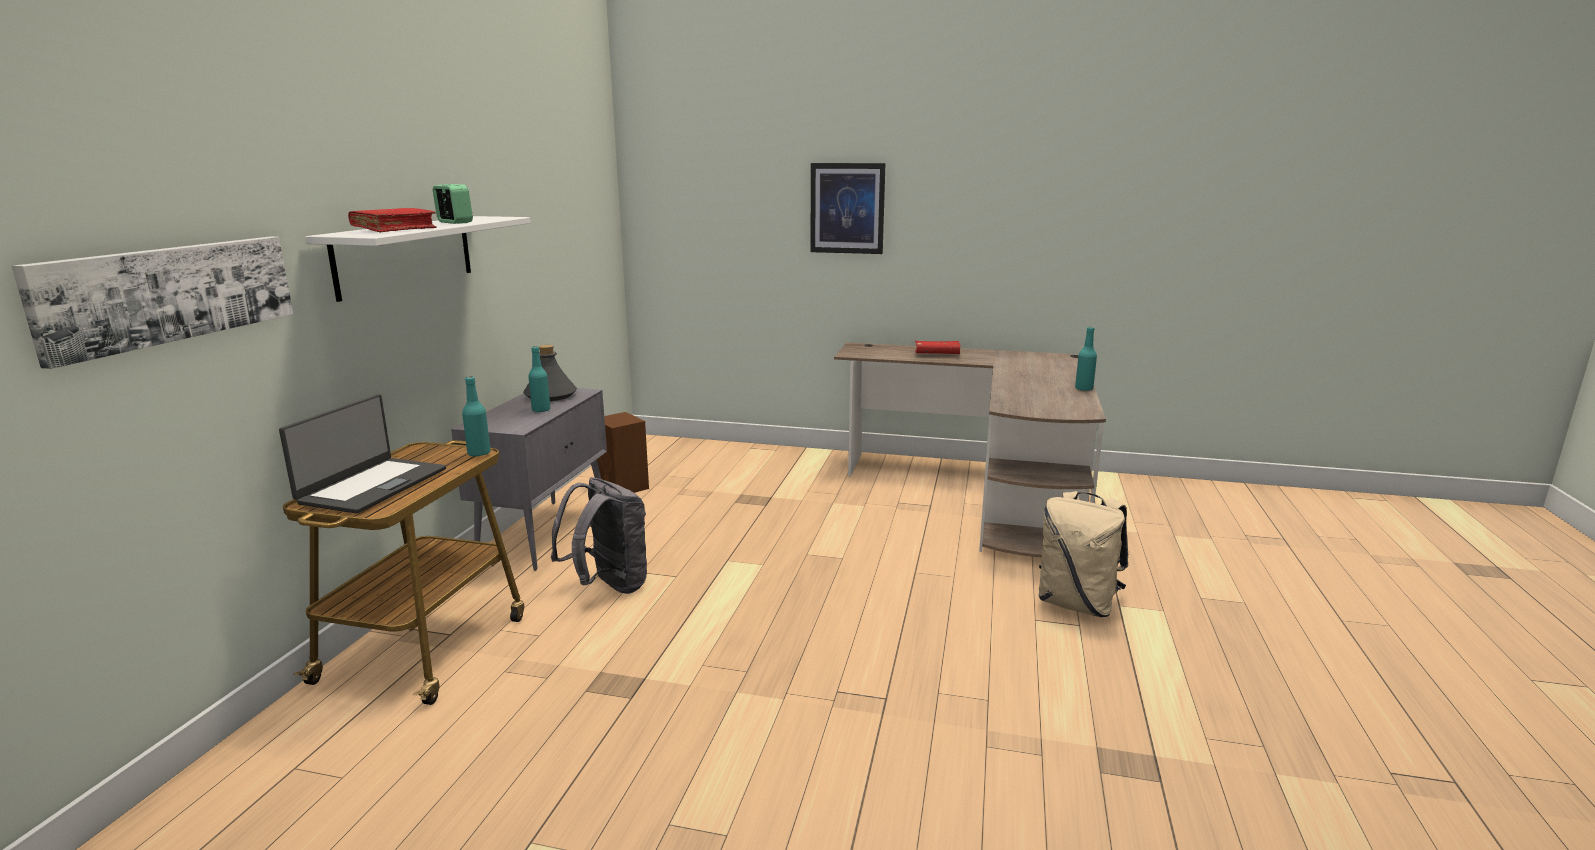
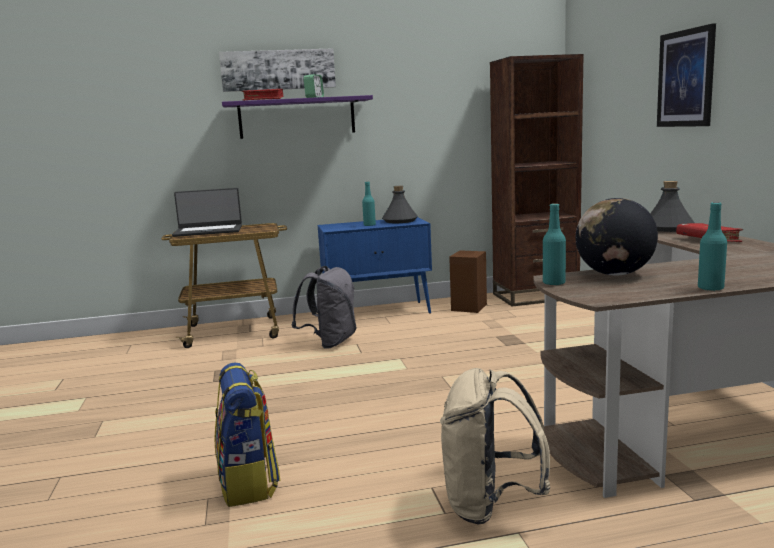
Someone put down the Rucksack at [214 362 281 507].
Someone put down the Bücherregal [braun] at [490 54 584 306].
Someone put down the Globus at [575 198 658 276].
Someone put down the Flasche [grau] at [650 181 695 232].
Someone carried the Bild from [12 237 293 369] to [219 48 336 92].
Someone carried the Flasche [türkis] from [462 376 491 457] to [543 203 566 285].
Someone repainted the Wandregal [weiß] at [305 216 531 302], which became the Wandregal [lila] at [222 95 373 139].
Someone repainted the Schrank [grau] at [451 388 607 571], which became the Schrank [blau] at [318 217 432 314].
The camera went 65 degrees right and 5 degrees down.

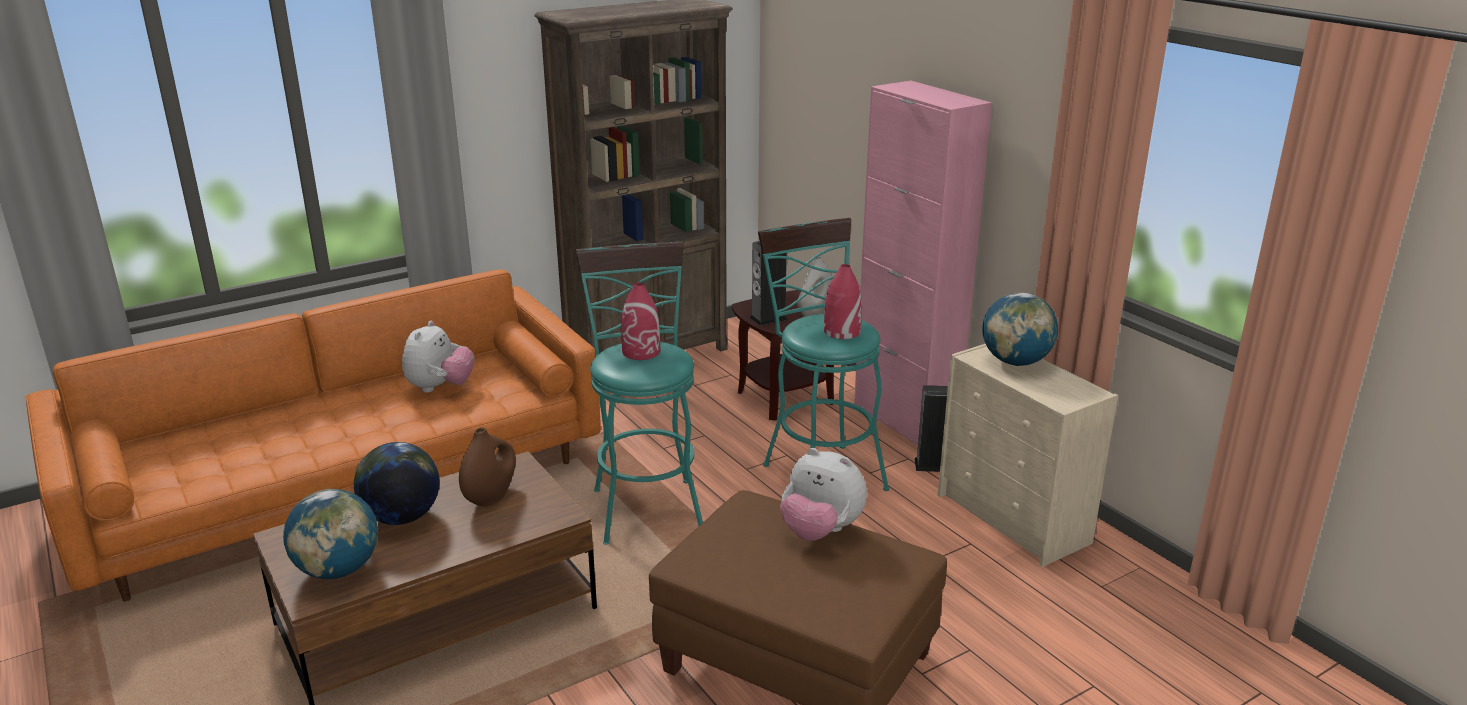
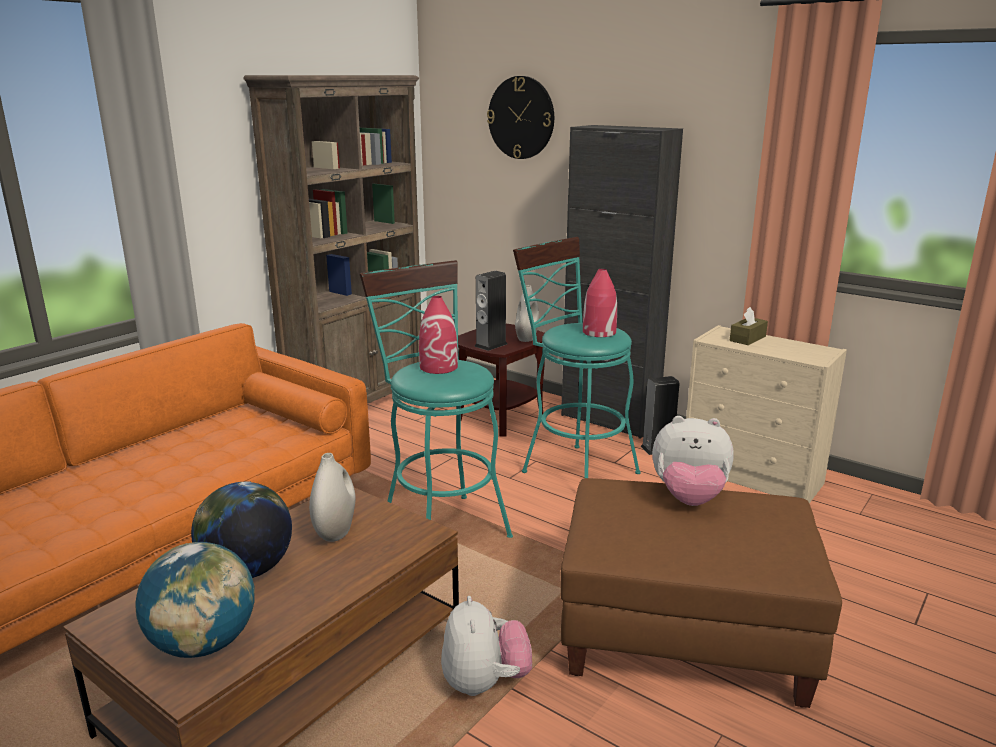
Someone put up the Wanduhr at [487 76 554 159].
Someone carried the Plüschtier from [402 321 474 393] to [441 596 532 696].
Someone swapped the Globus at [983 292 1058 366] for the Taschentuchbox [braun] at [730 307 768 345].
Someone repainted the Vase [braun] at [459 428 516 506], which became the Vase [weiß] at [309 453 356 542].
Someone repainted the Schrank [rosa] at [854 81 992 445], which became the Schrank [schwarz] at [561 125 683 439].
The camera went 20 degrees left and 5 degrees down.

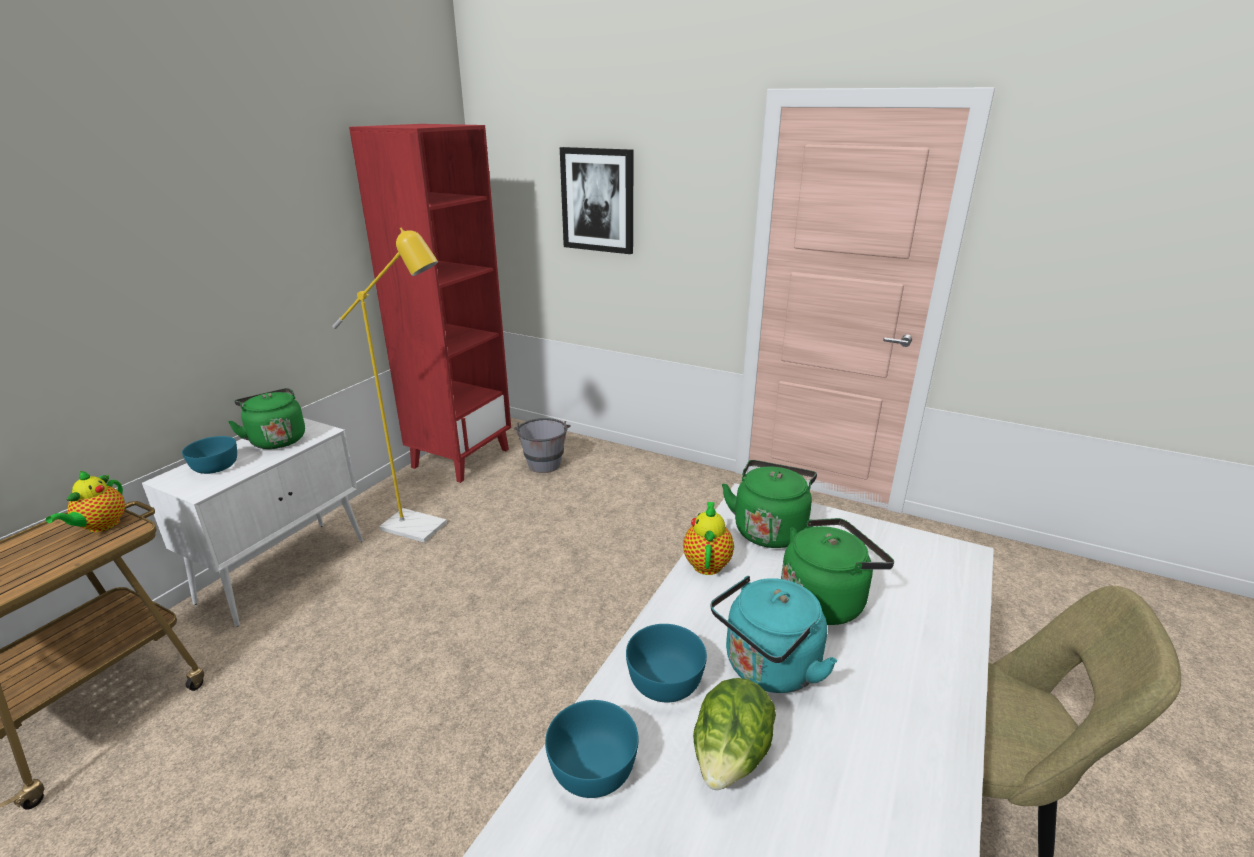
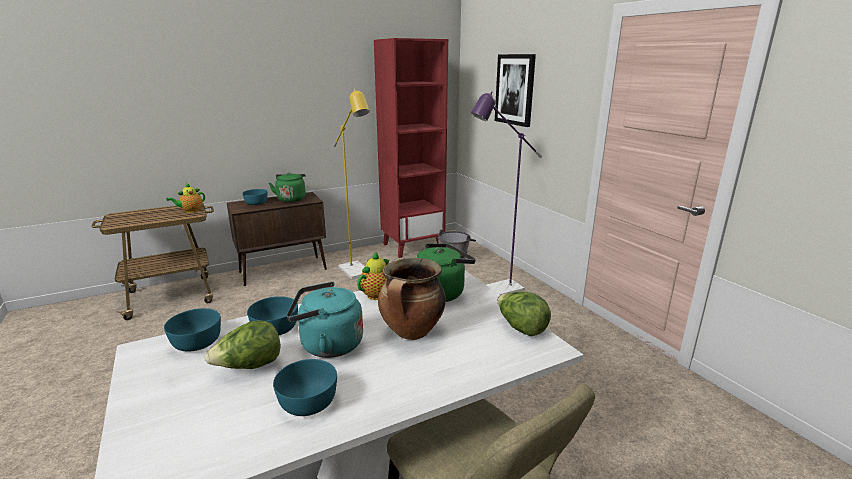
Someone put down the Schüssel [türkis] at [273 359 337 416].
Someone put down the Stehlampe [lila] at [471 92 542 295].
Someone put down the Salatkopf at [497 291 551 336].
Someone swapped the Wasserkessel [grün] at [781 518 894 625] for the Kochtopf at [378 258 446 340].
Someone repainted the Schrank [weiß] at [142 418 363 627], which became the Schrank [braun] at [227 192 327 286].
The camera went 35 degrees right and 5 degrees down.

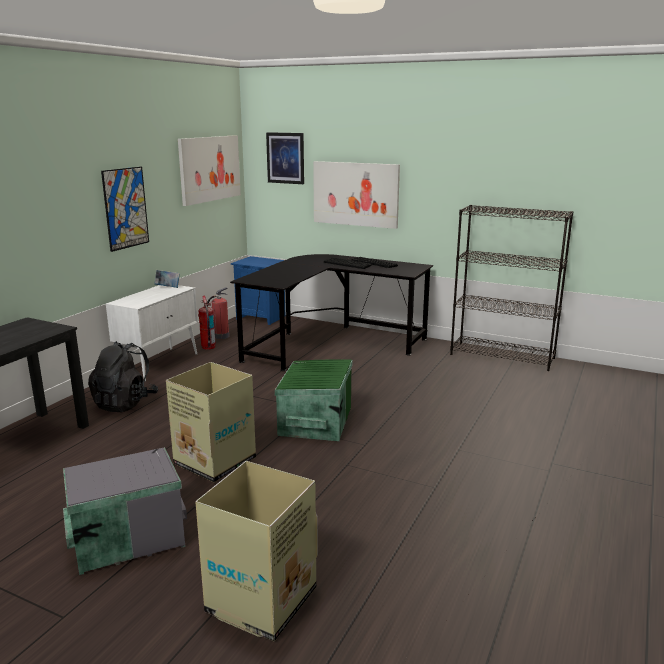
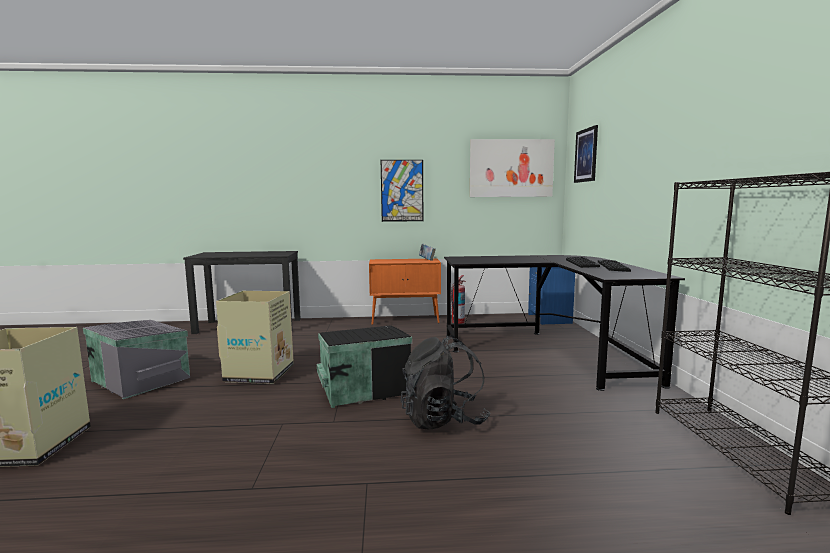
Someone took away the Feuerlöscher at [207 287 229 339].
Someone took away the Bild at [313 161 400 229].
Someone carried the Rucksack [schwarz] from [88 341 158 412] to [401 335 490 429].
Someone repainted the Schrank [weiß] at [106 285 198 382], which became the Schrank [orange] at [369 258 441 325].
Someone repainted the Aufbewahrungsbox [grün] at [275 359 353 441], which became the Aufbewahrungsbox [schwarz] at [317 325 412 408].
The camera went 60 degrees right and 10 degrees down.

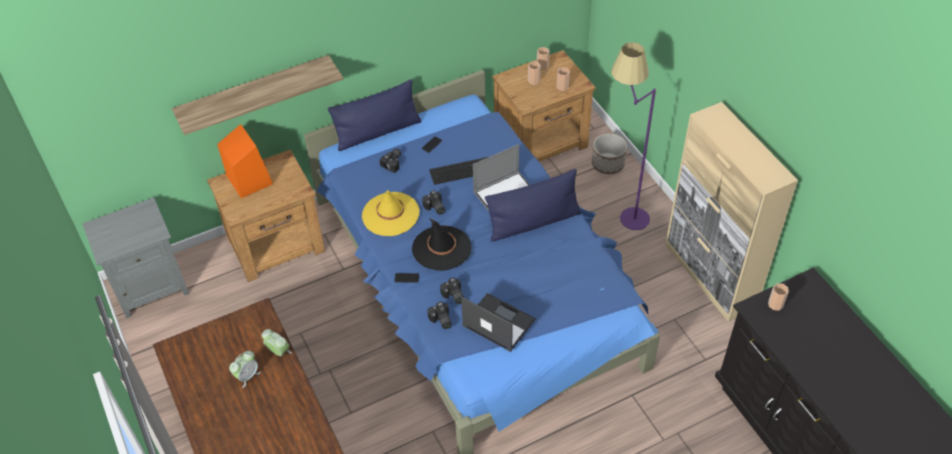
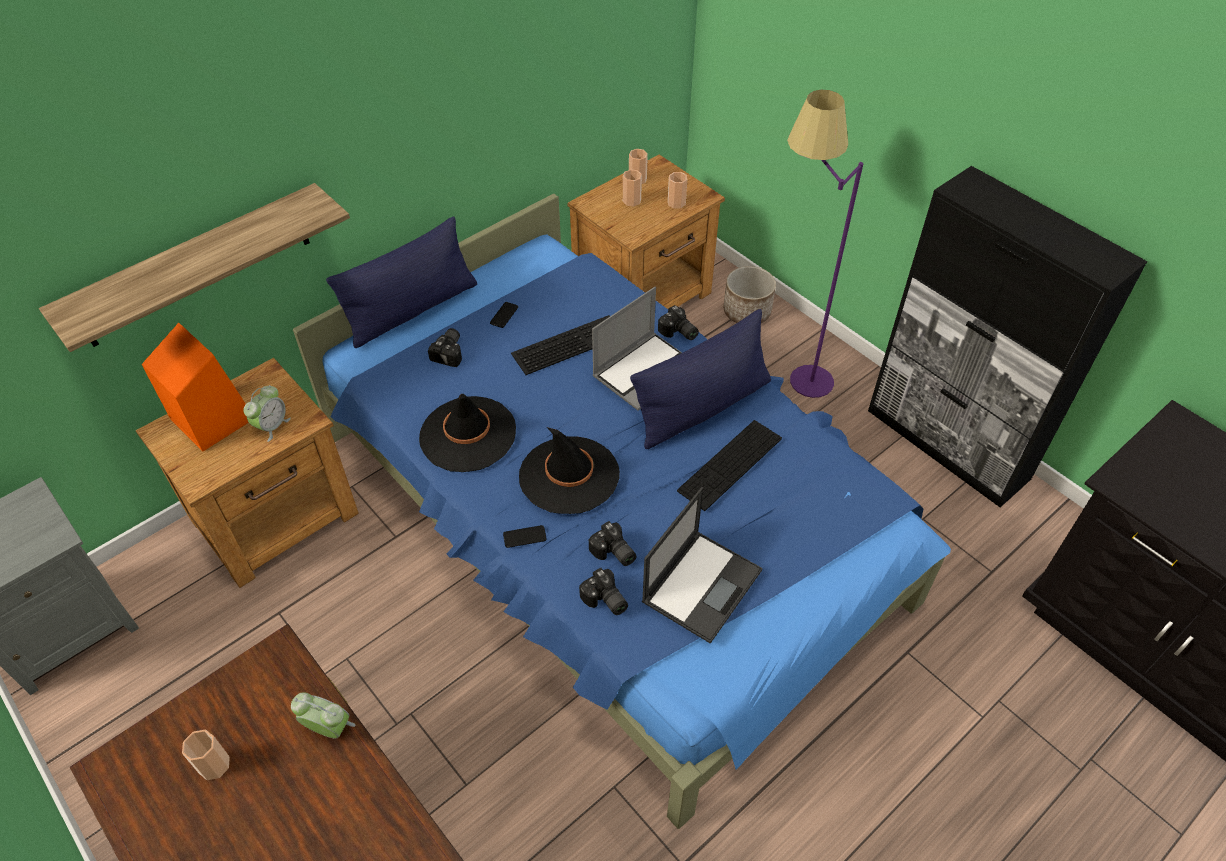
Someone put down the Tastatur at [677 420 782 511].
Someone carried the Wecker from [229 351 261 388] to [243 385 291 442].
Someone carried the Kamera from [422 190 445 215] to [658 305 699 340].
Someone carried the Tasse from [768 283 789 310] to [182 730 230 780].
Someone repainted the Hut [gelb] at [362 190 420 236], which became the Hut [schwarz] at [419 394 516 472].
Someone repainted the Schrank [beige] at [665 102 798 322], which became the Schrank [schwarz] at [868 166 1148 507].
Someone rotated the Laptop at [461 293 536 352] by 105 degrees clockwise.
The camera went 15 degrees left and 0 degrees up.

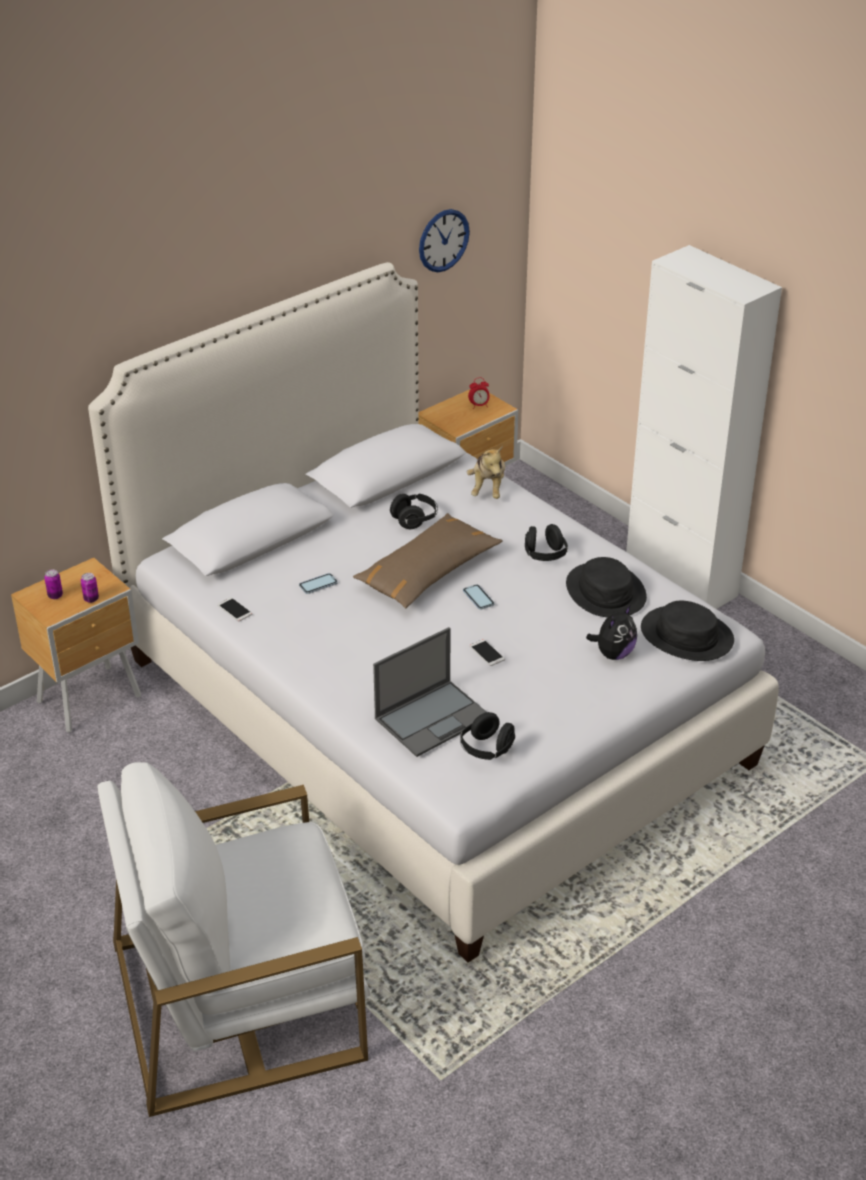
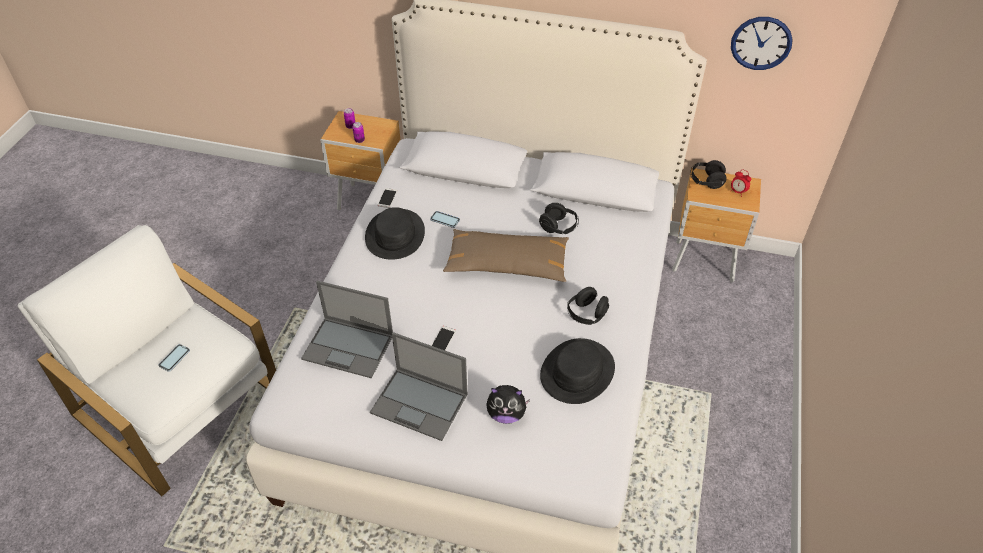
Someone took away the Plüschtier at [467 445 505 499].
Someone took away the Schrank [weiß] at [626 245 782 609].
Someone put down the Laptop at [370 332 468 441].
Someone carried the Kopfhörer [schwarz] from [460 712 515 760] to [690 160 727 189].
Someone carried the Handy from [463 584 494 610] to [158 344 190 372].
Someone carried the Hut [schwarz] from [641 601 734 661] to [365 207 425 259].
The camera went 55 degrees right and 10 degrees up.

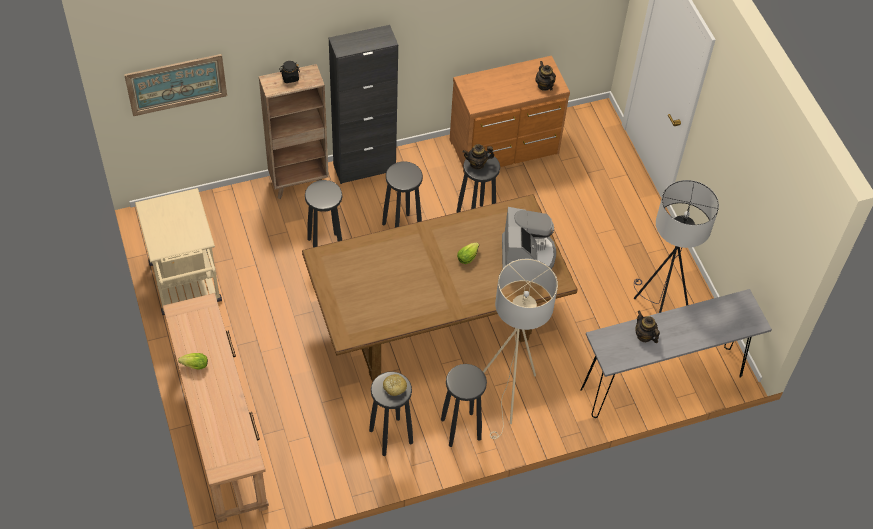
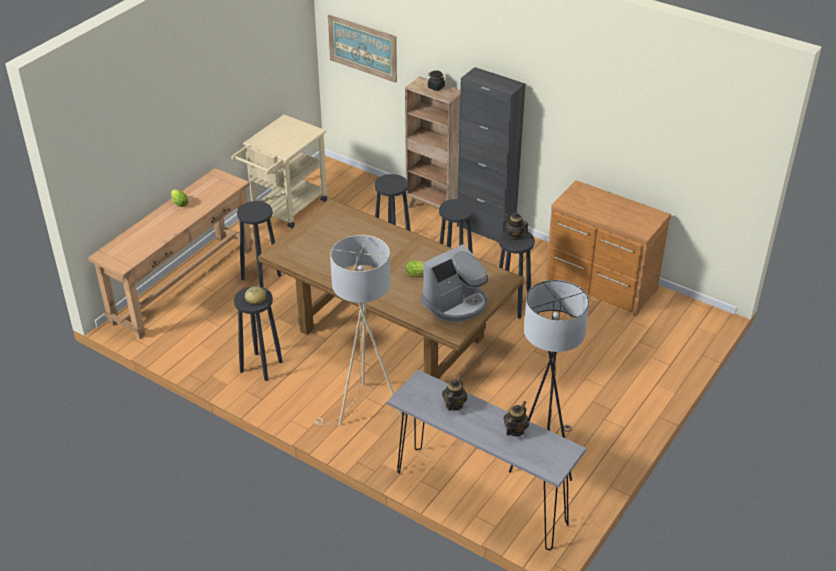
Someone carried the Hocker [schwarz] from [441 364 487 447] to [237 201 281 287].
Someone carried the Teekanne from [535 61 556 91] to [504 401 529 436].
The camera went 55 degrees right and 15 degrees down.

